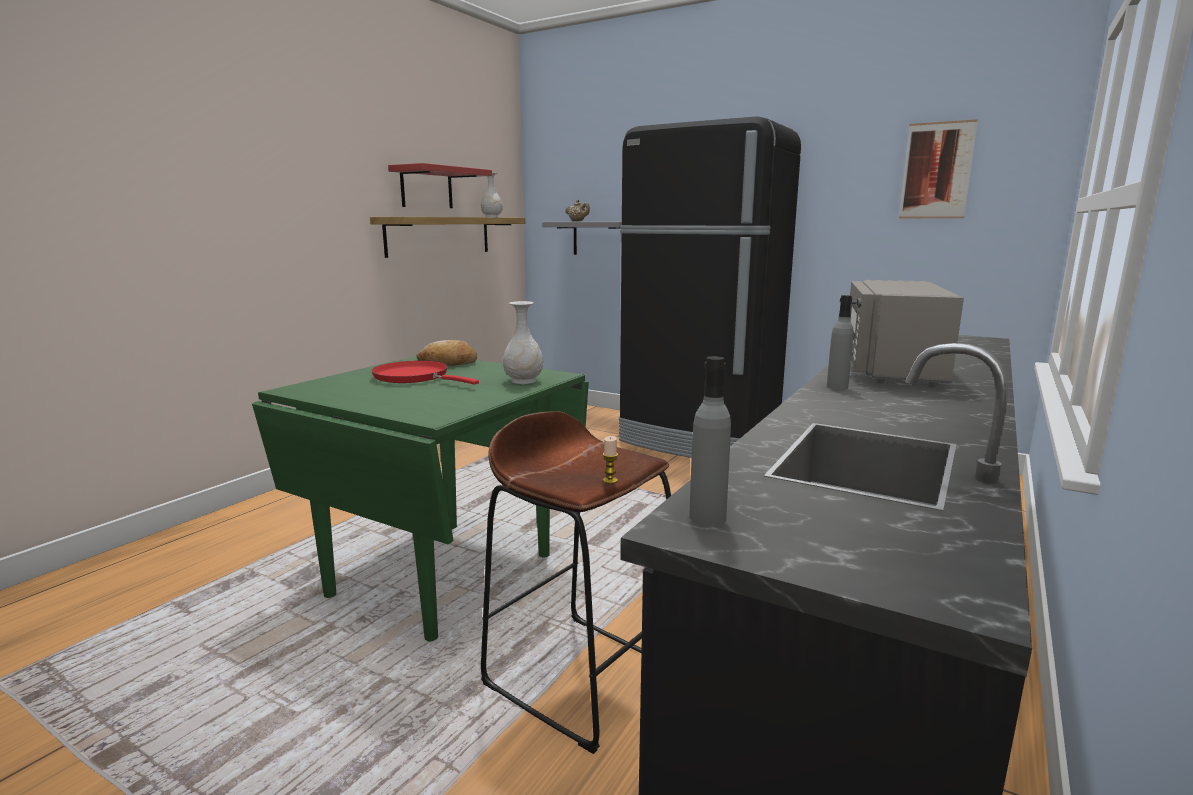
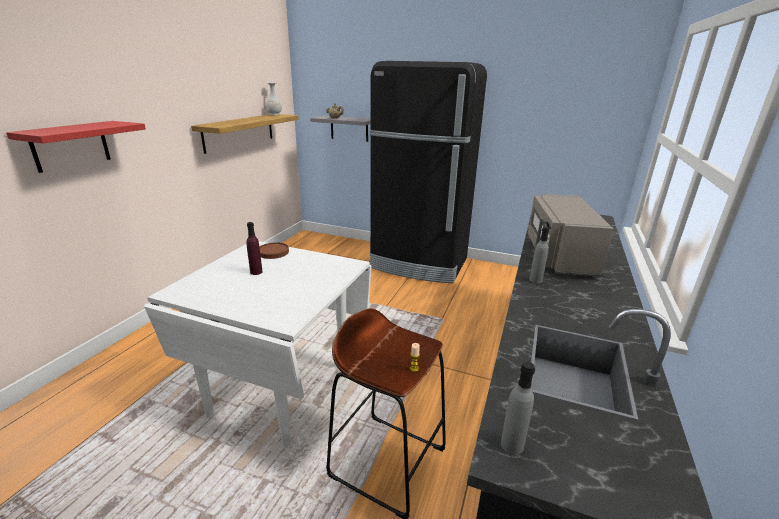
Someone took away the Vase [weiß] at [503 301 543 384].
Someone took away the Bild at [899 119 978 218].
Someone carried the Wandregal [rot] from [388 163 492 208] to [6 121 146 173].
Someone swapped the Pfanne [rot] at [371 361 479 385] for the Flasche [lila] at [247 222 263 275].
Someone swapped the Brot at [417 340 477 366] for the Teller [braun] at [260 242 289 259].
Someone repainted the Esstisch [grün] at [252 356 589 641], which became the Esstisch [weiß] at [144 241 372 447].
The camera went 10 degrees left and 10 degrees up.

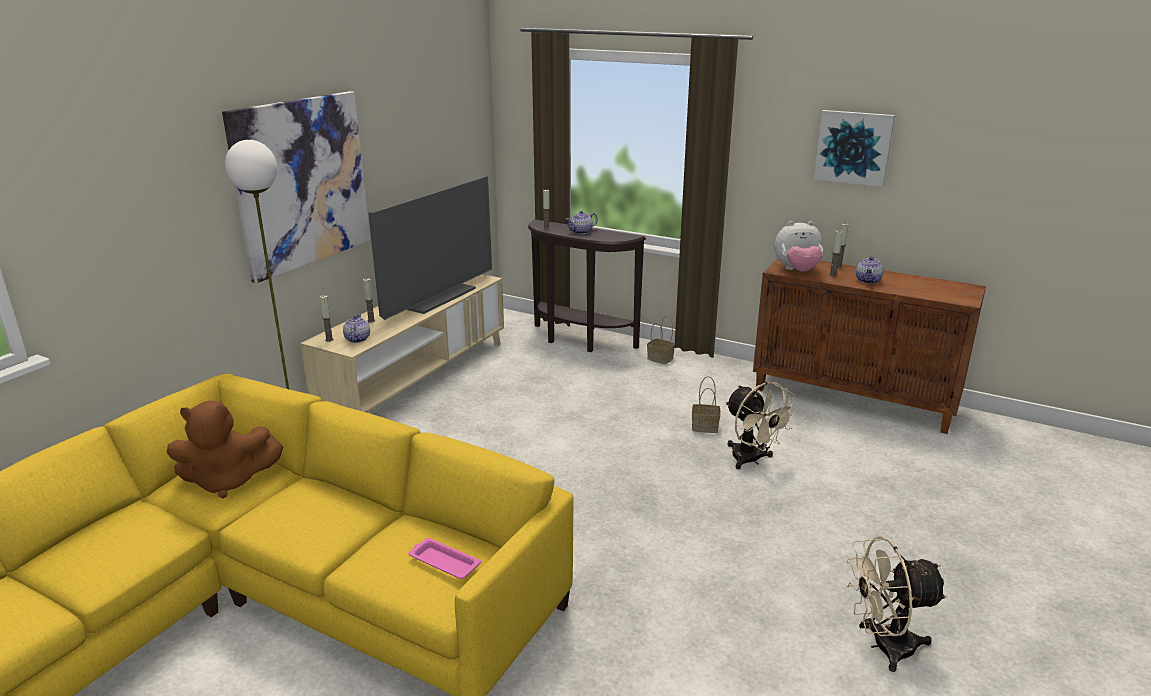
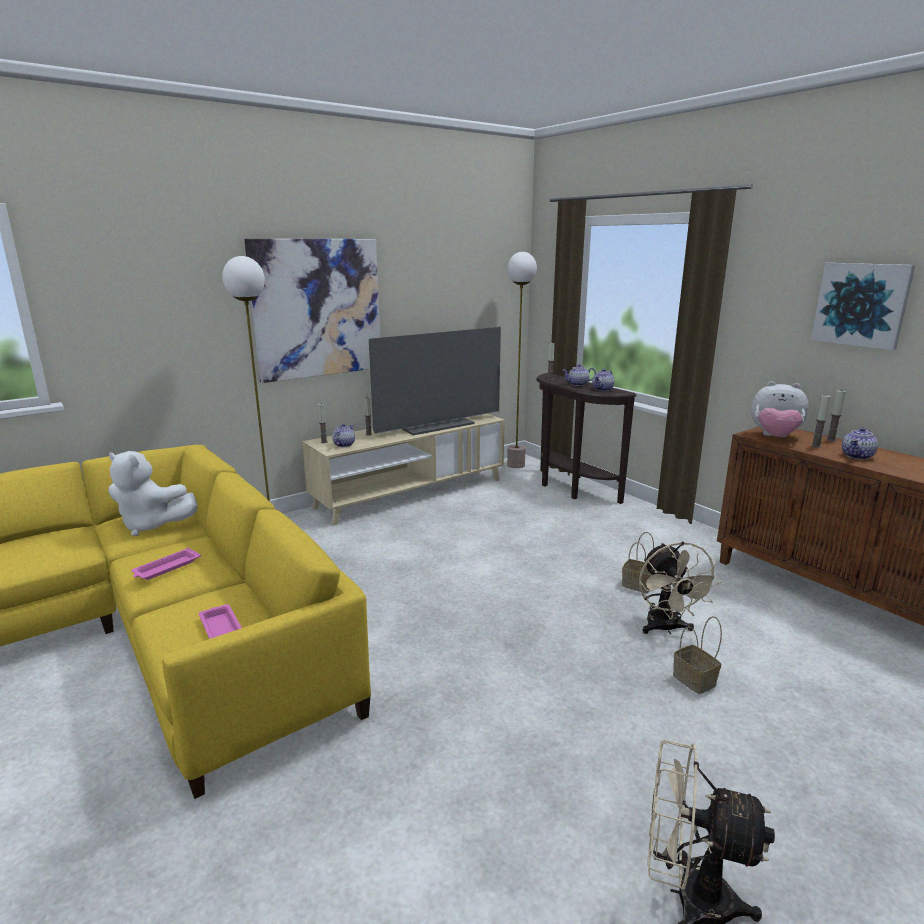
Someone put down the Tablett [rosa] at [131 548 201 580].
Someone put down the Stehlampe at [507 252 537 468].
Someone put down the Teekanne at [592 369 614 391].
Someone carried the Korb from [647 316 675 364] to [673 616 722 694].
Someone repainted the Plüschtier [braun] at [166 400 284 499], which became the Plüschtier [weiß] at [109 451 198 537].
The camera went 25 degrees right and 5 degrees down.

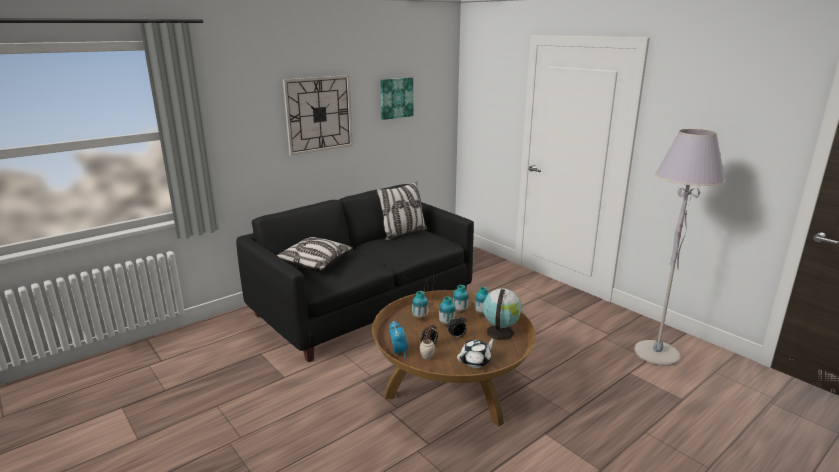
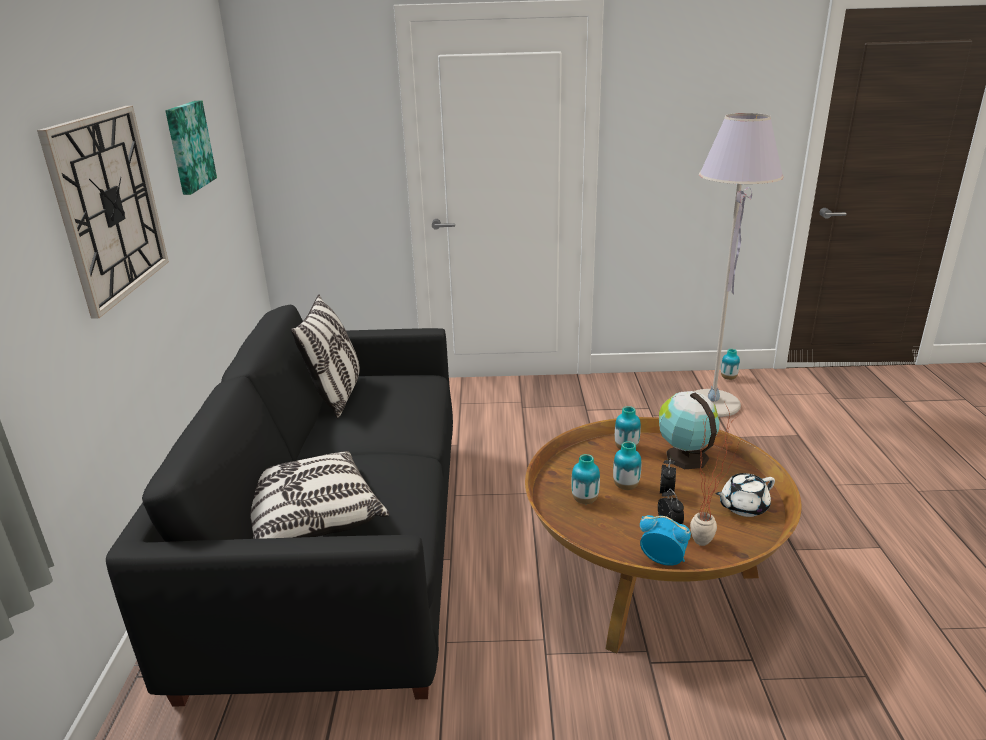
Someone carried the Vase from [453 285 469 313] to [721 349 740 380].
Someone rotated the Teekanne [weiß] at [457 338 496 368] by 120 degrees counterclockwise.
The camera went 50 degrees left and 5 degrees up.

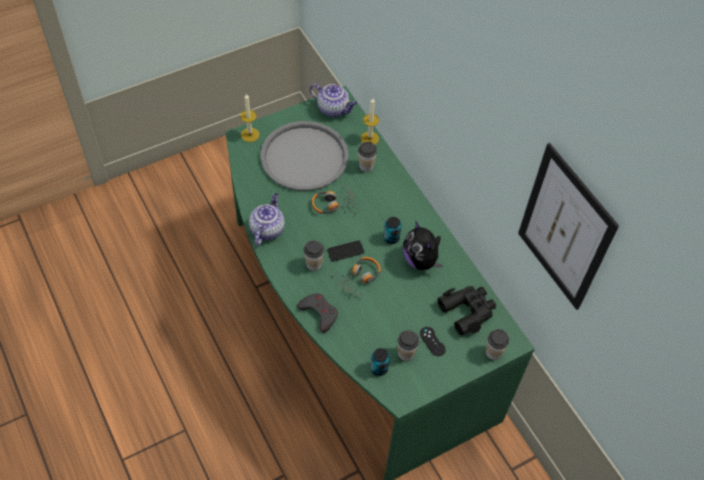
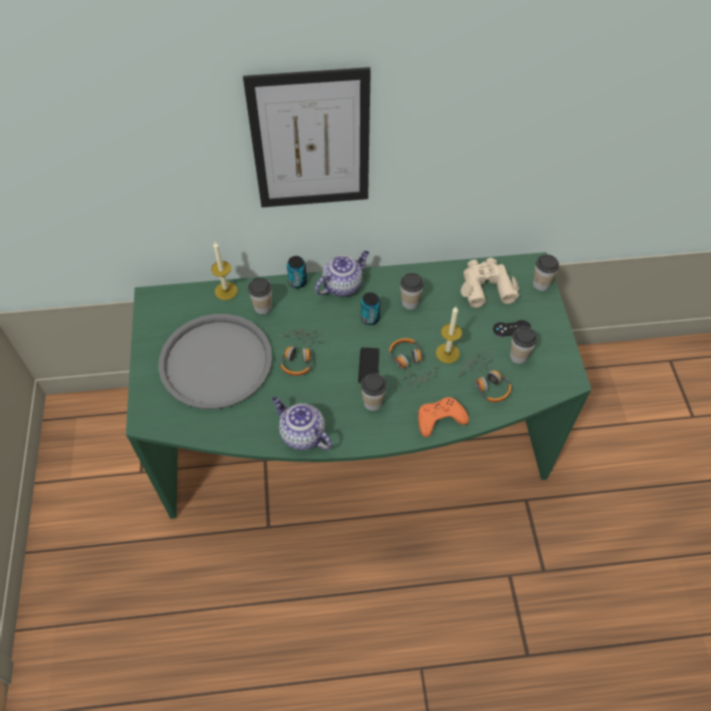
Someone put down the Kopfhörer at [457 350 511 402].
Someone carried the Kerze from [240 94 259 142] to [436 307 462 364].
Someone carried the Teekanne from [310 83 358 117] to [315 251 369 297].
Someone carried the Dose from [370 348 390 376] to [287 256 307 288].
Someone carried the Bild from [518 143 619 310] to [243 67 371 207].
Someone swapped the Plüschtier at [403 222 443 270] for the Tasse at [400 273 424 310].
Someone repainted the Gamepad [grau] at [297 293 338 333], which became the Gamepad [orange] at [418 397 469 437].
Someone repainted the Fernglas [schwarz] at [438 286 497 335], which became the Fernglas [beige] at [461 258 519 308].
The camera went 65 degrees left and 0 degrees up.

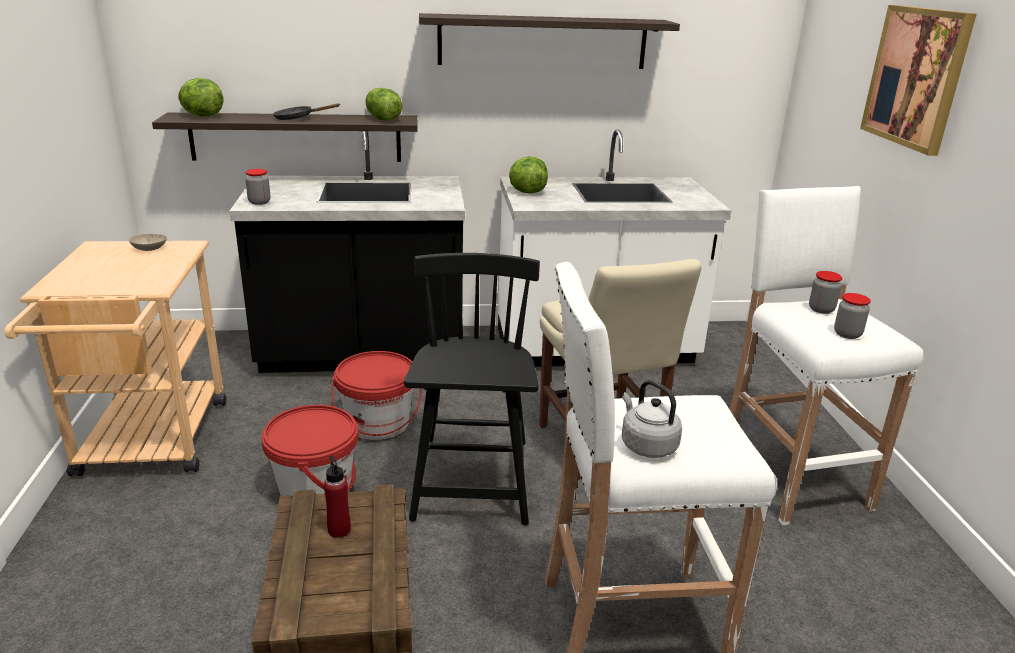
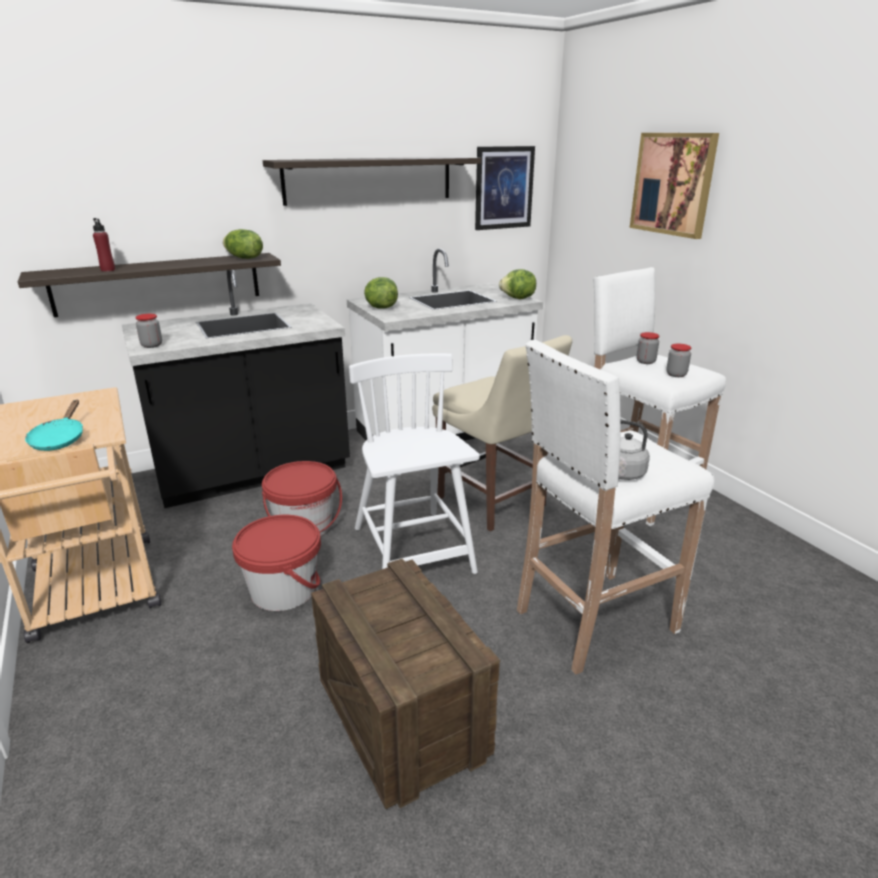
Someone took away the Schüssel [beige] at [129 234 167 251].
Someone took away the Pfanne [schwarz] at [273 103 340 120].
Someone put down the Pfanne [türkis] at [25 400 83 451].
Someone put up the Bild at [475 146 535 230].
Someone carried the Salatkopf from [178 78 223 117] to [499 269 536 299].
Someone carried the Flasche [rot] from [324 456 351 538] to [93 218 115 272].
Someone repainted the Stuhl [schwarz] at [404 253 540 525], which became the Stuhl [weiß] at [349 354 480 574].
The camera went 20 degrees left and 0 degrees up.

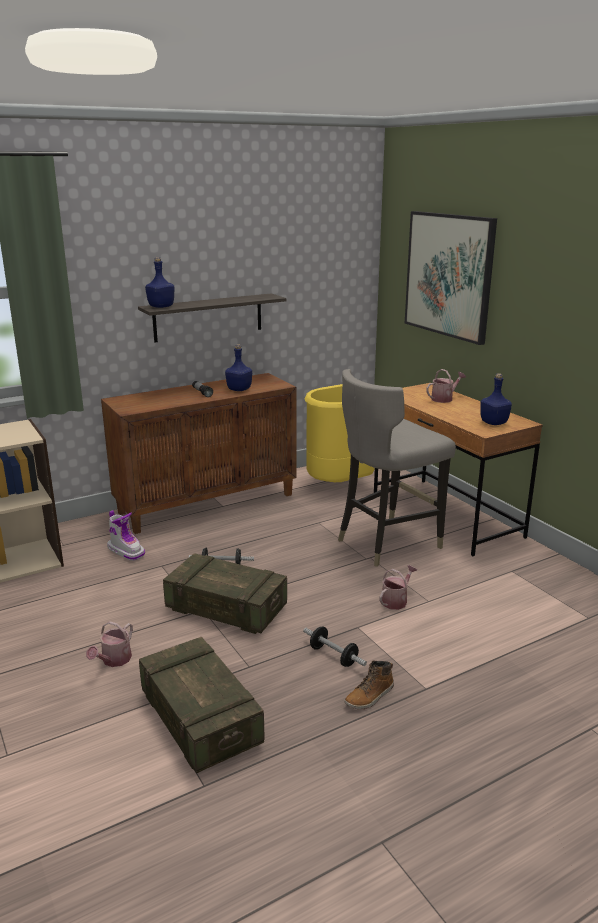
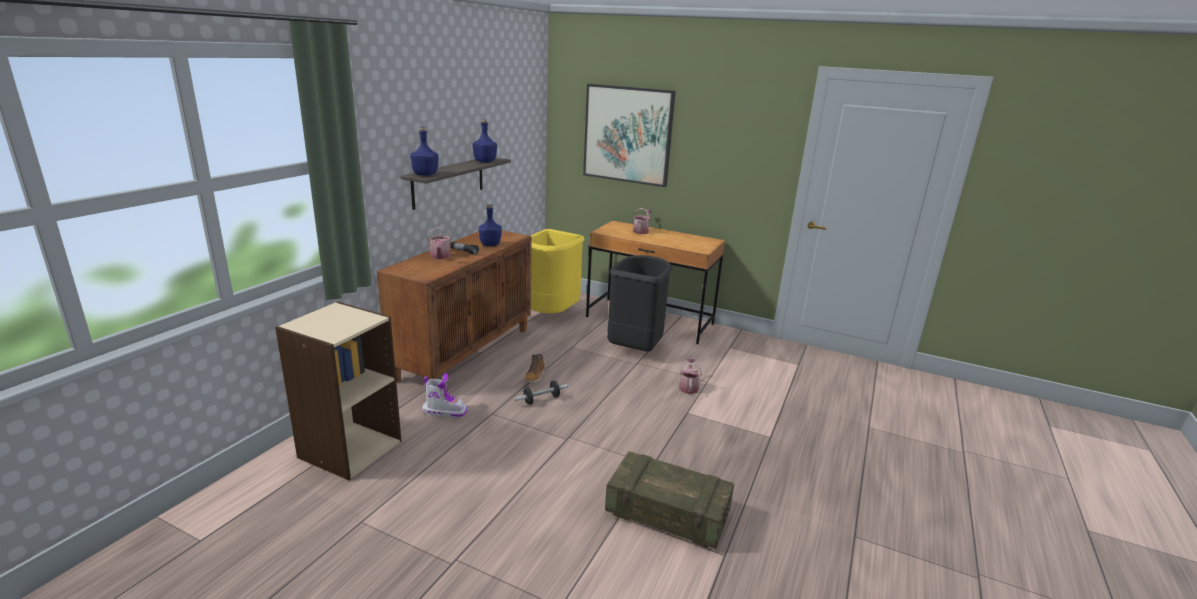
Someone took away the Kiste at [163 553 287 634].
Someone took away the Hantel at [303 627 367 667].
Someone carried the Gießkanne from [86 621 133 667] to [428 227 451 259].
Someone carried the Stiefel from [344 661 394 709] to [524 354 545 383].
Someone carried the Flasche [blau] from [480 373 512 425] to [472 119 497 162].
Someone swapped the Hocker [grau] at [338 369 456 567] for the Mülleimer [schwarz] at [607 255 672 352].
The camera went 35 degrees left and 0 degrees up.

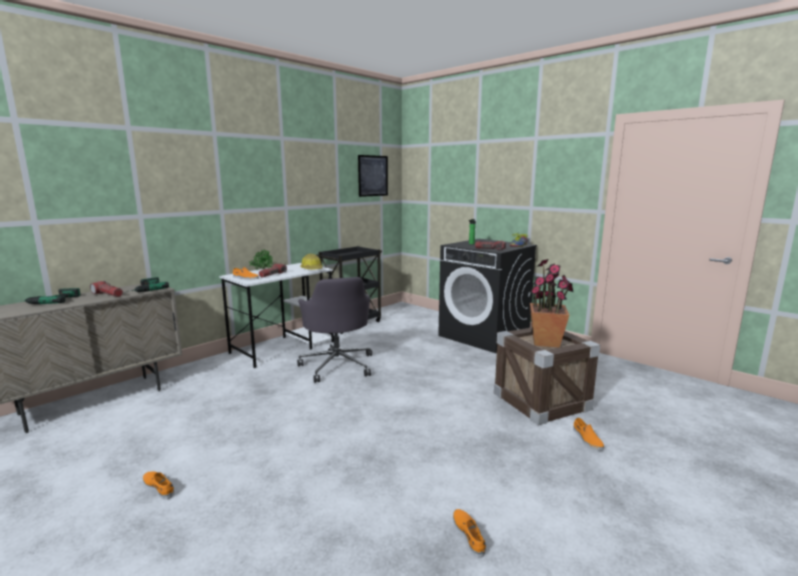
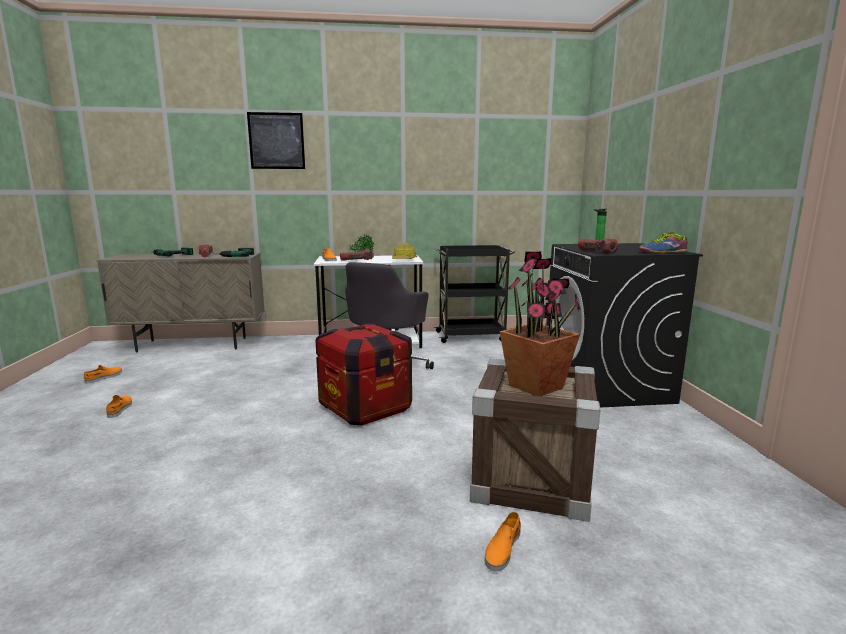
Someone put down the Kiste at [315 323 412 425].
Someone carried the Bild from [358 155 388 197] to [247 112 305 169].
Someone carried the Schuh [orange] from [453 509 486 558] to [84 365 122 383].
The camera went 40 degrees right and 0 degrees up.

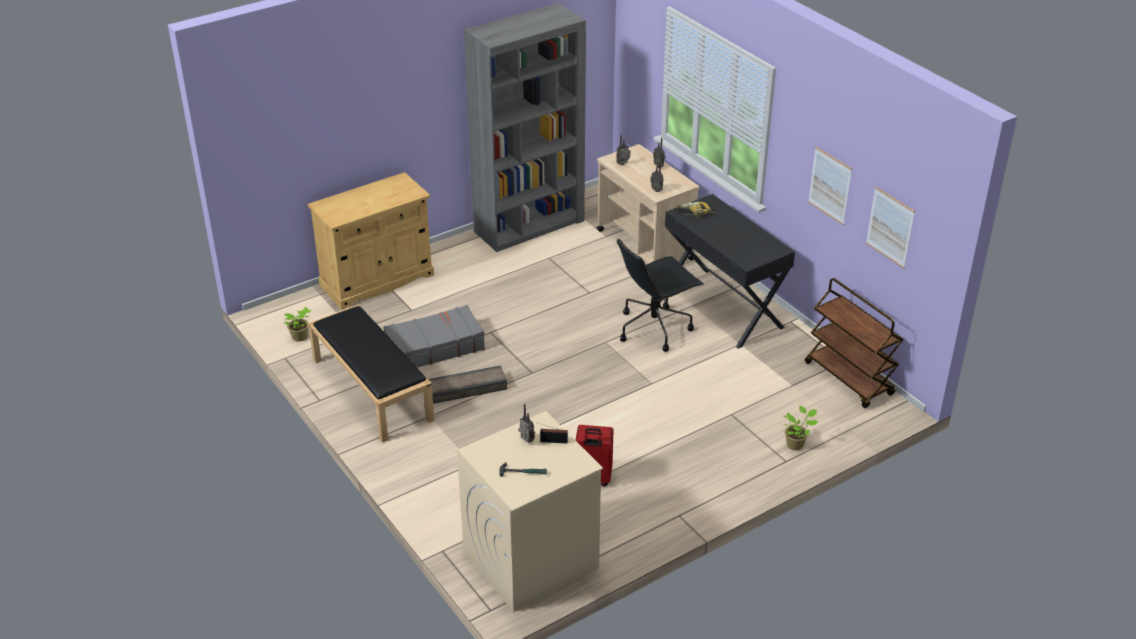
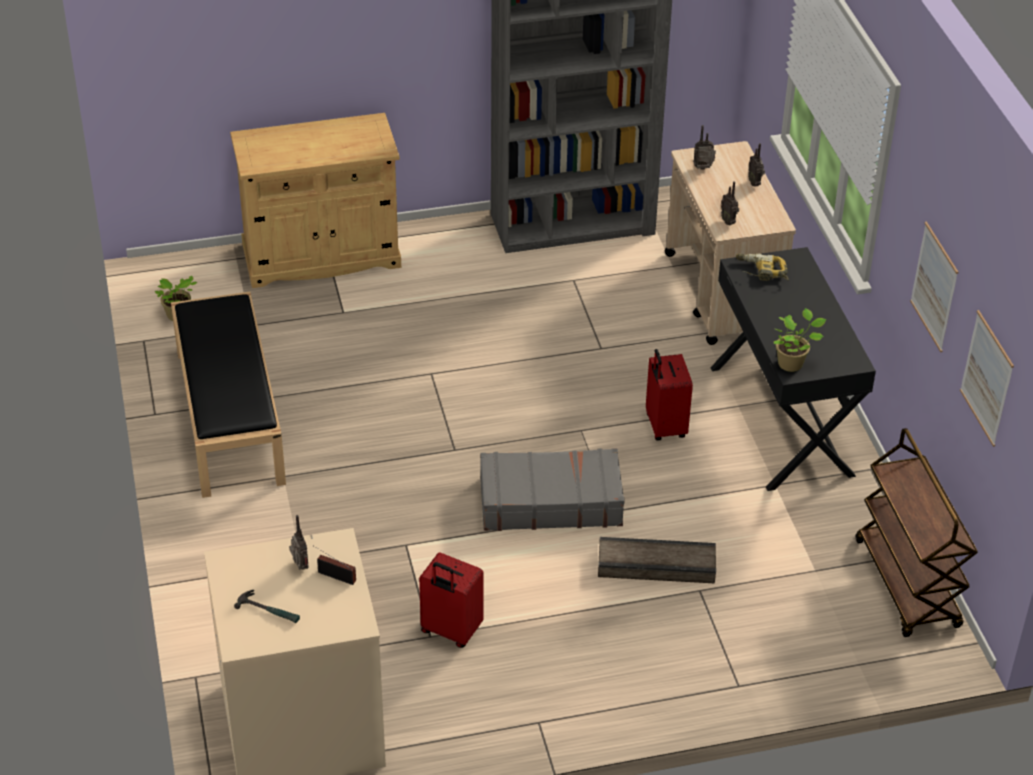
Someone carried the Koffer [grau] from [383 305 485 367] to [480 448 625 531].
Someone carried the Kiste from [429 365 507 404] to [598 537 716 583].
Someone carried the Topfpflanze from [783 406 818 450] to [774 308 826 372].
Someone swapped the Bürostuhl [schwarz] at [617 238 704 352] for the Koffer [rot] at [646 349 693 441].
The camera went 20 degrees right and 5 degrees up.

